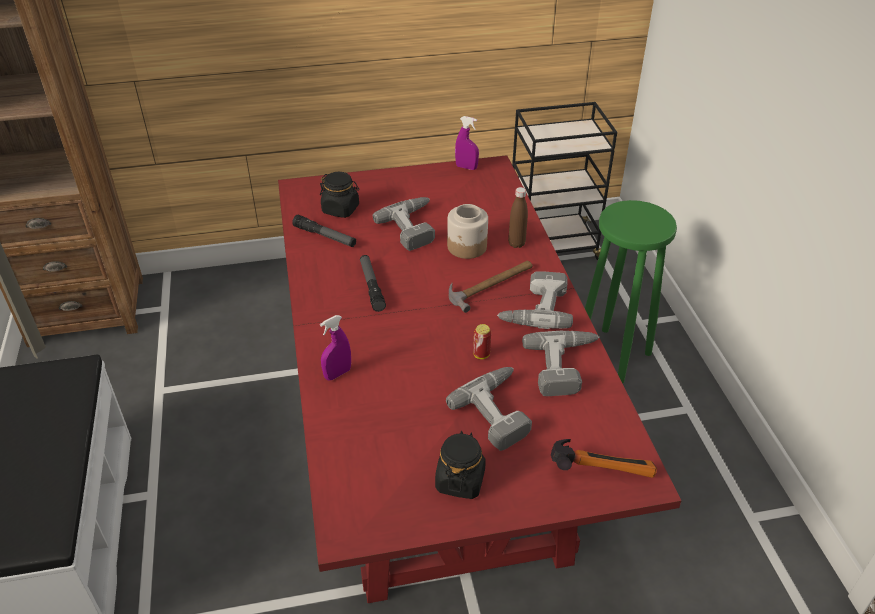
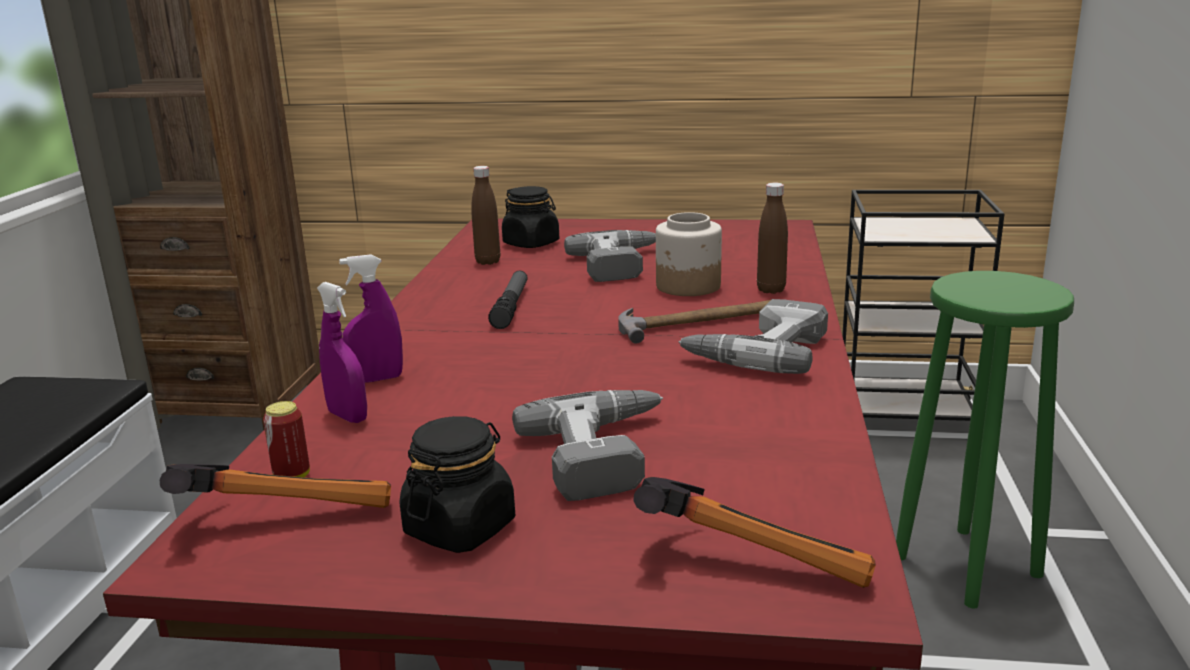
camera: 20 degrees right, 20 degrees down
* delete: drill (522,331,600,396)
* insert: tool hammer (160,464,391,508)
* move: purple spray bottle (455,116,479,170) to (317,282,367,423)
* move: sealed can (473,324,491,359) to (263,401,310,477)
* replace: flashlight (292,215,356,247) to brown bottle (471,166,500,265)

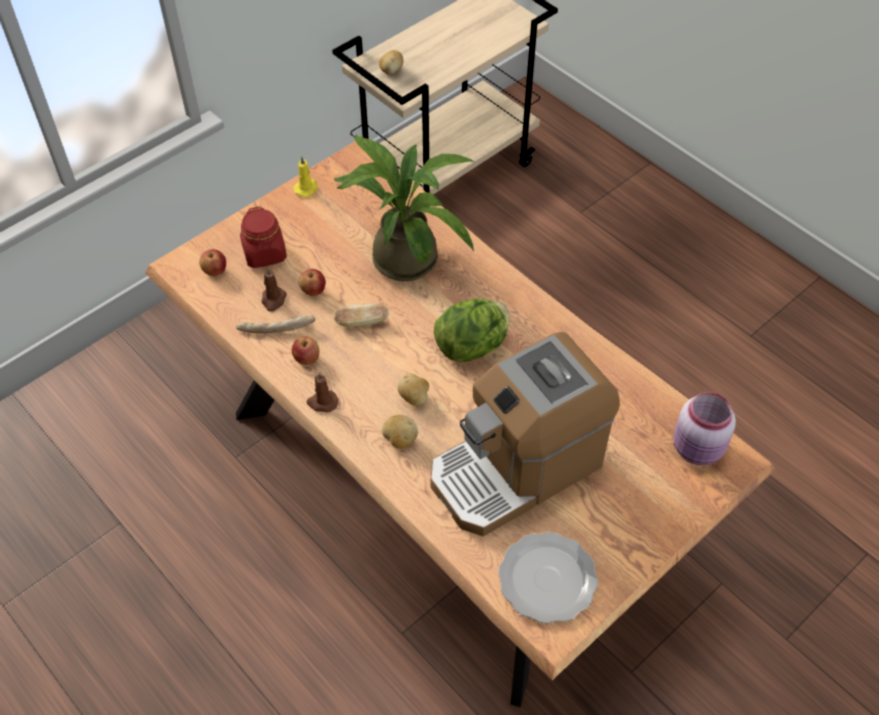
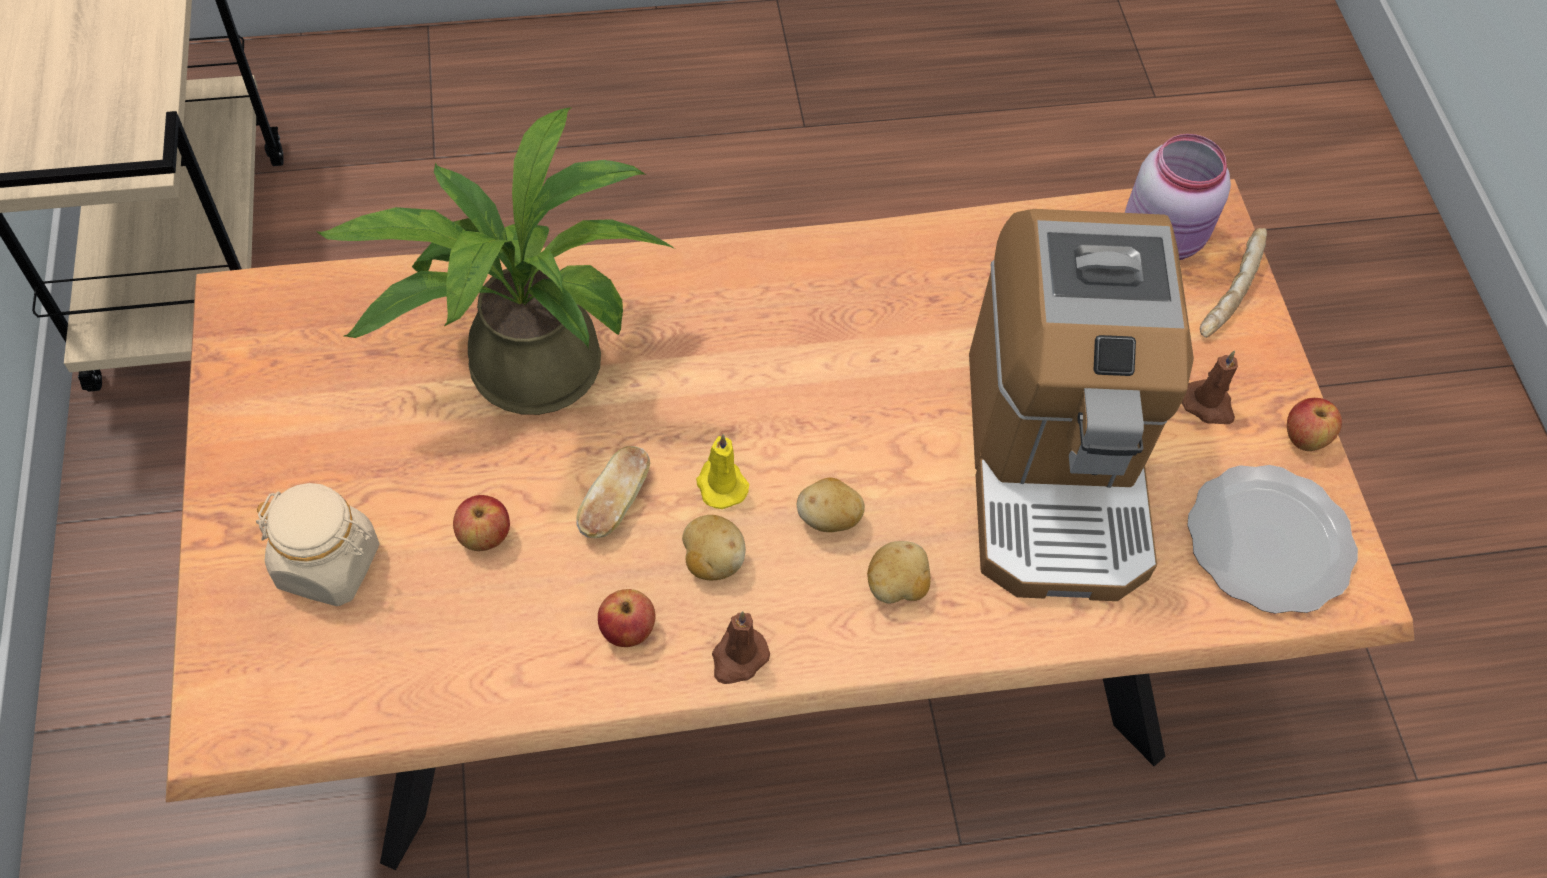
camera: 60 degrees left, 5 degrees up
* delete: lettuce head (434,298,509,362)
* move: apple fruit (199,249,226,276) to (1287,398,1342,451)
* move: bakery bread (236,315,315,333) to (1200,228,1267,338)
* move: brown wax candle (262,268,287,312) to (1182,351,1238,424)
* move: yellow-coloured wax candle (293,157,318,197) to (696,434,750,509)
* move: spud (379,50,403,75) to (682,515,746,581)
* recolor: red jar (240,206,287,268) to sand-coloured jar (256,483,379,606)

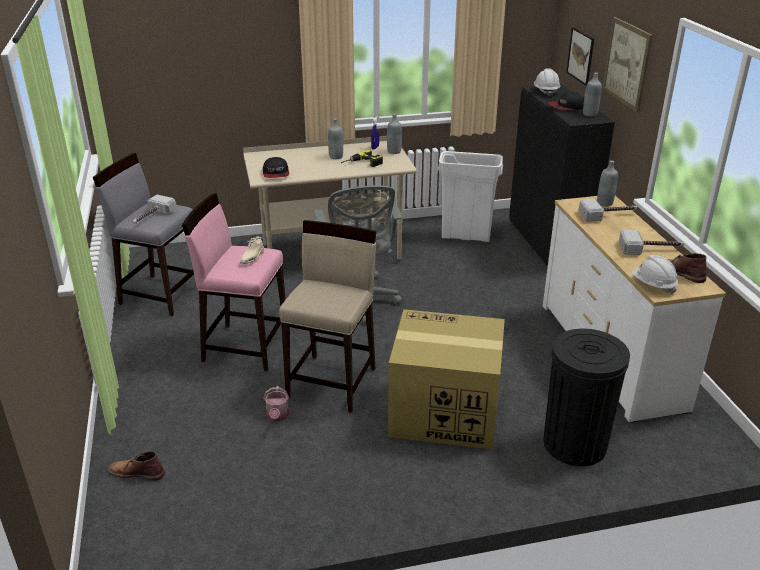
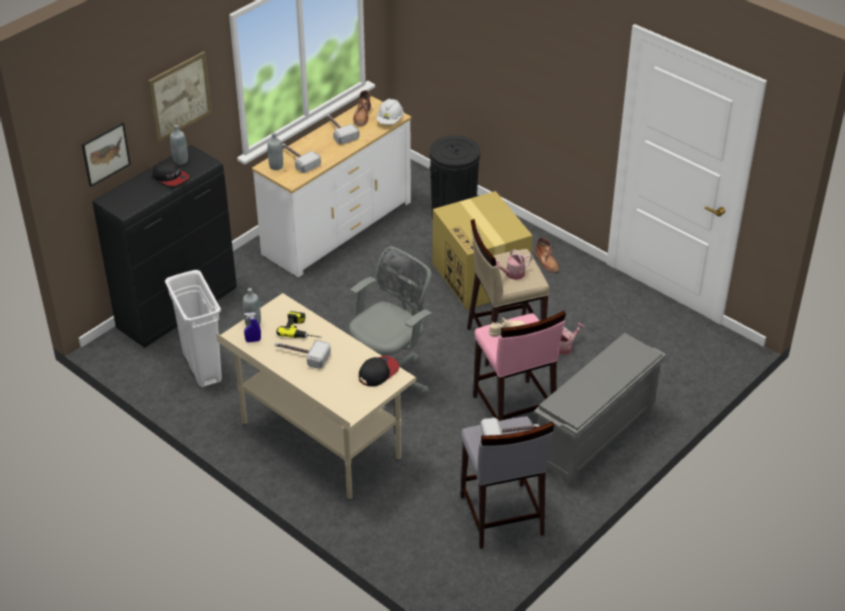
camera: 125 degrees left, 10 degrees up
* delete: whitish hard hat (534,68,560,96)
* insert: watering pot (496,249,532,280)
* insert: gray shoe stand (534,333,666,489)
* move: brown boot (108,451,165,481) to (535,237,560,273)
* replace: gray bottle (328,119,343,159) to tool hammer (275,341,331,369)

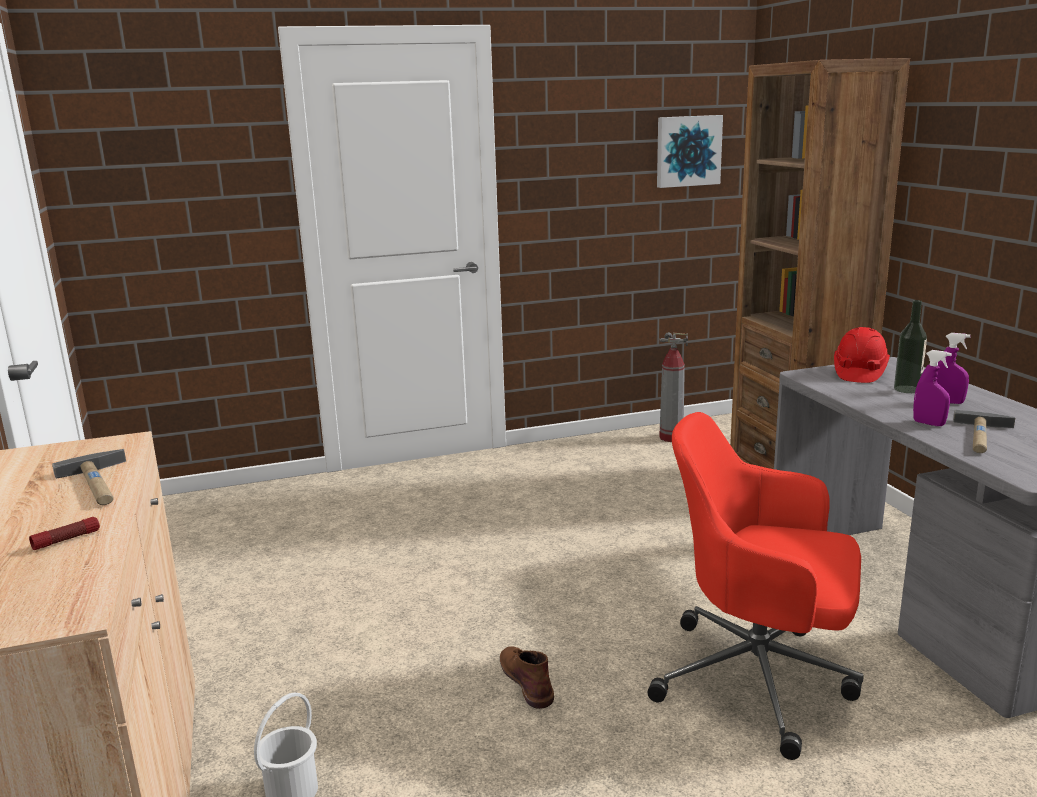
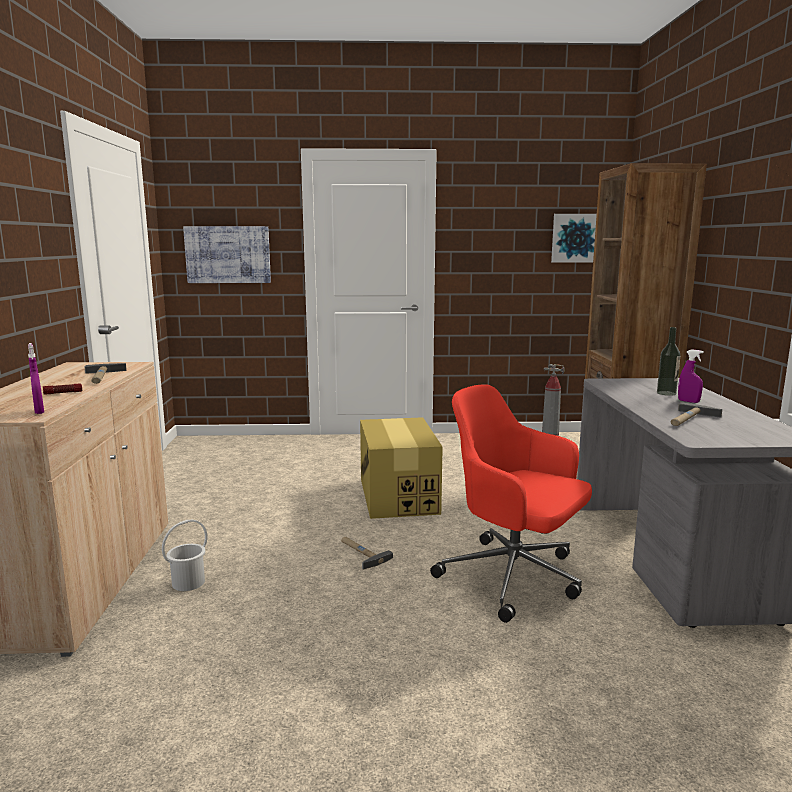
camera: 15 degrees right, 5 degrees down
* delete: red hard hat (834,327,890,383)
* insert: wall art (183,226,271,283)
* insert: packing box (360,417,443,519)
* move: purple spray bottle (913,350,952,426) to (28,343,44,414)
* replace: brown boot (500,646,554,709) to tool hammer (341,537,393,570)

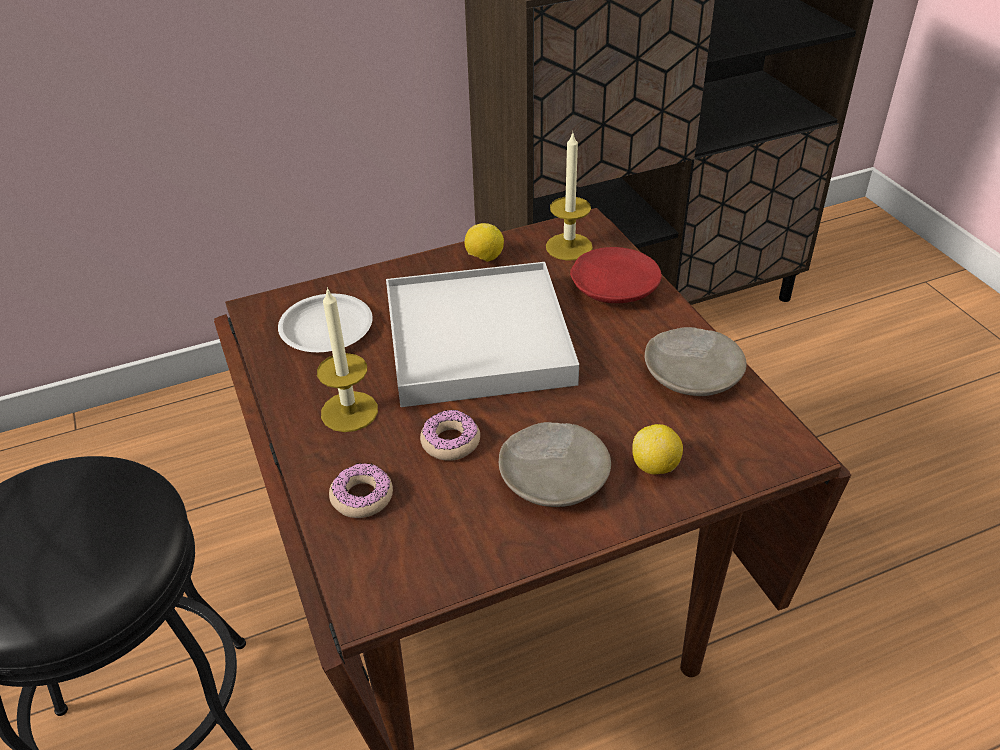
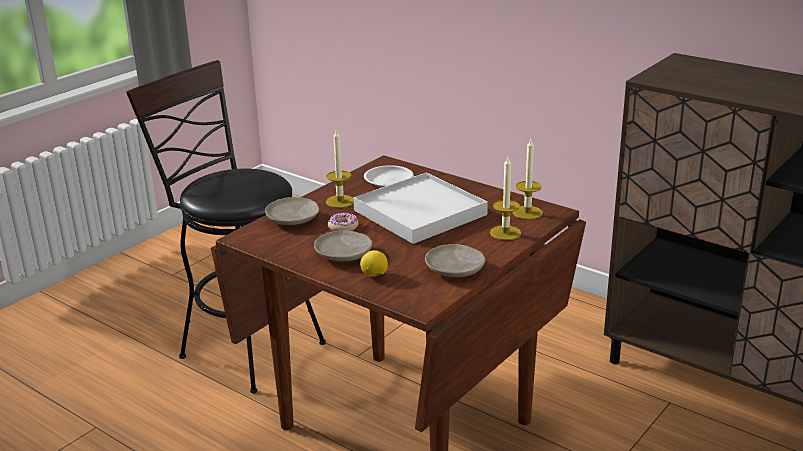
camera: 60 degrees right, 15 degrees down
* delete: lemon (465,223,504,262)
* replace: doughnut (329,463,393,518) to sand-coloured flat dish (265,197,319,225)
* replace: red flat dish (570,247,662,303) to wax candle (490,157,521,240)

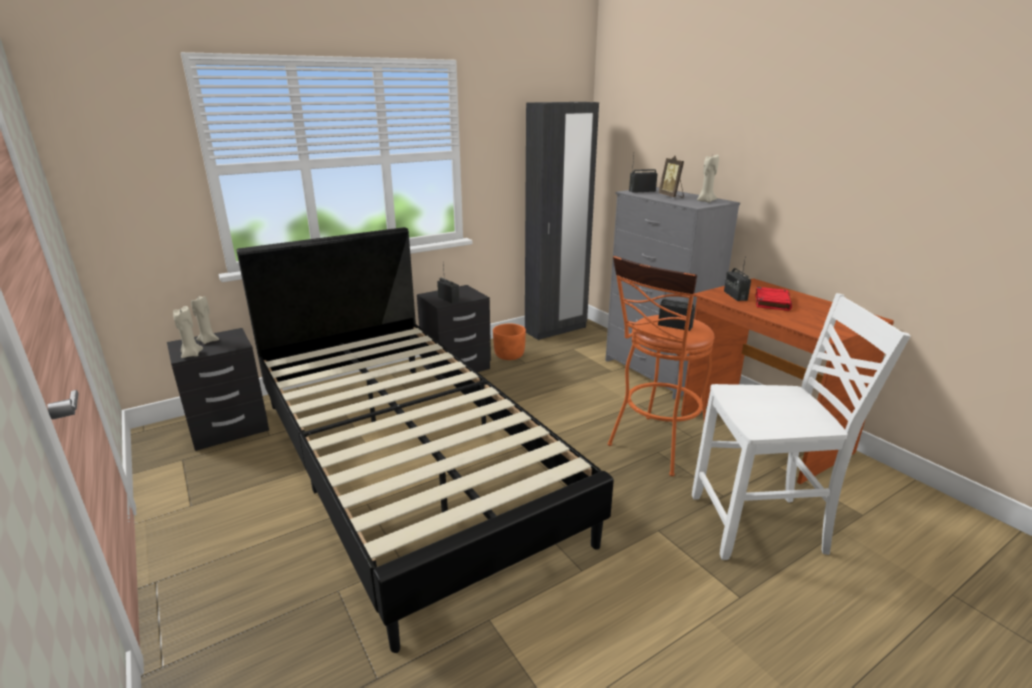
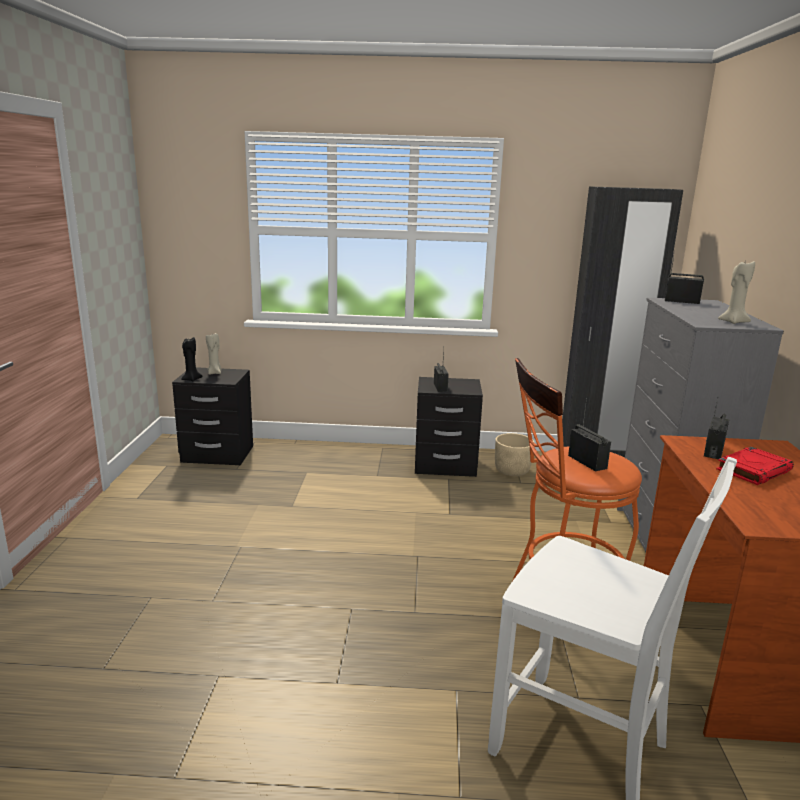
camera: 35 degrees right, 5 degrees down
* delete: black-coloured sleeping bed (236,227,614,653)
* delete: photo frame (658,156,684,197)
* recolor: sand-coloured wax candle (173,306,203,358) to black-coloured wax candle (181,337,202,381)
* recolor: orange-coloured planter (493,324,526,360) to sand-coloured planter (495,433,534,476)

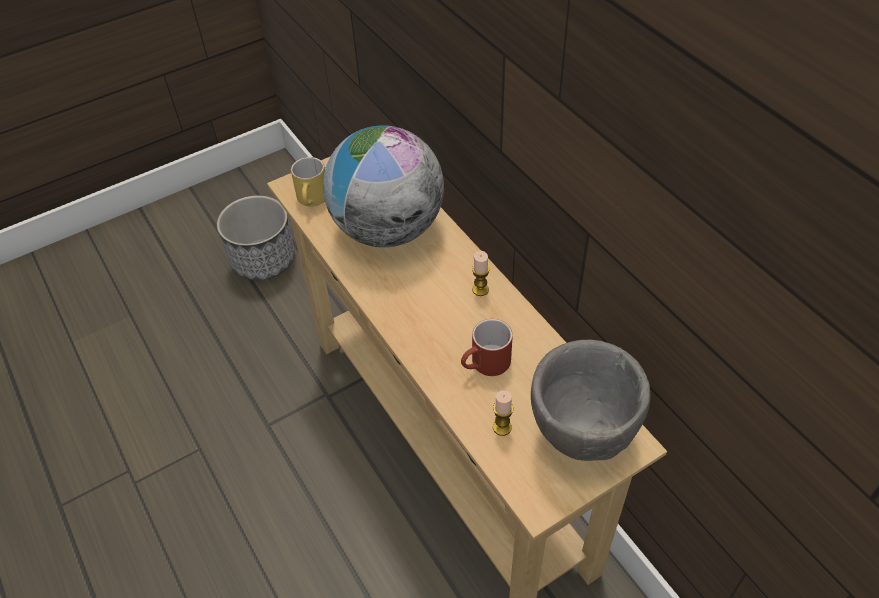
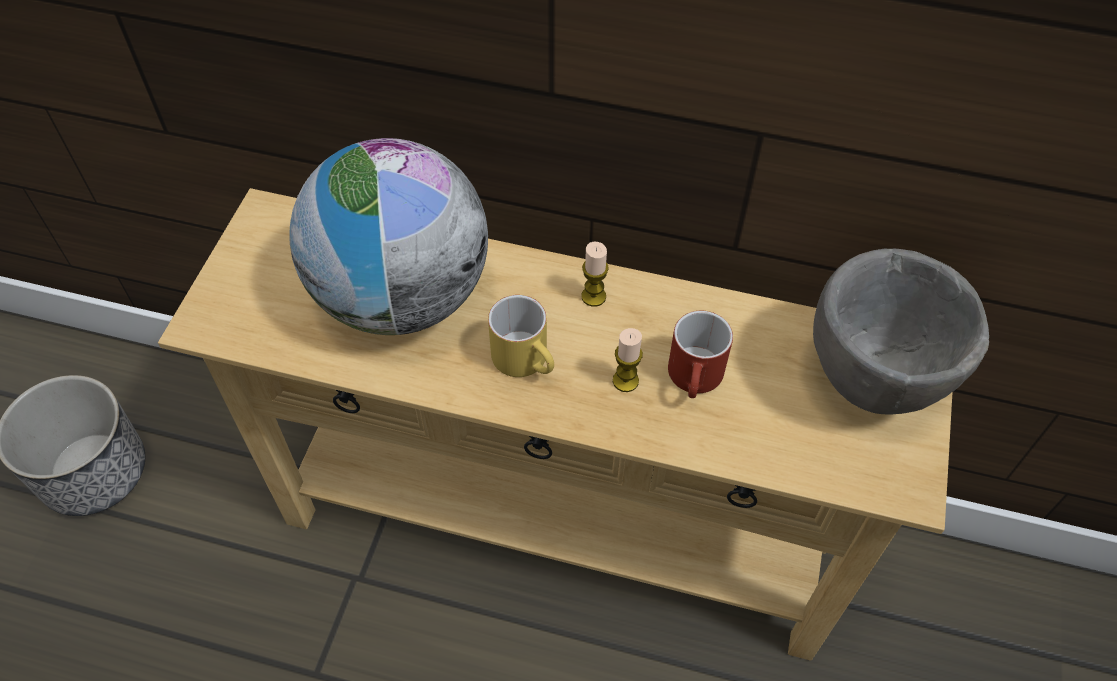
camera: 45 degrees left, 5 degrees up
* move: yellow-coloured coffee mug (291,157,325,206) to (488,295,554,377)
* move: wax candle (493,390,513,436) to (613,328,643,392)

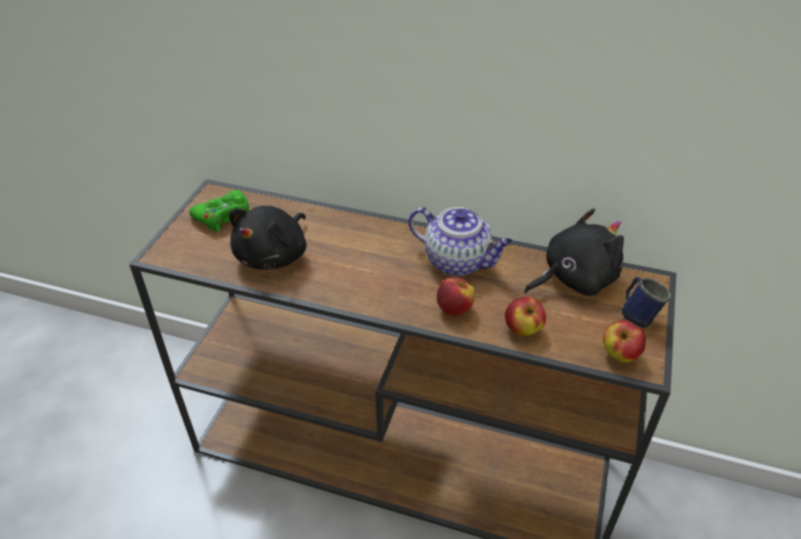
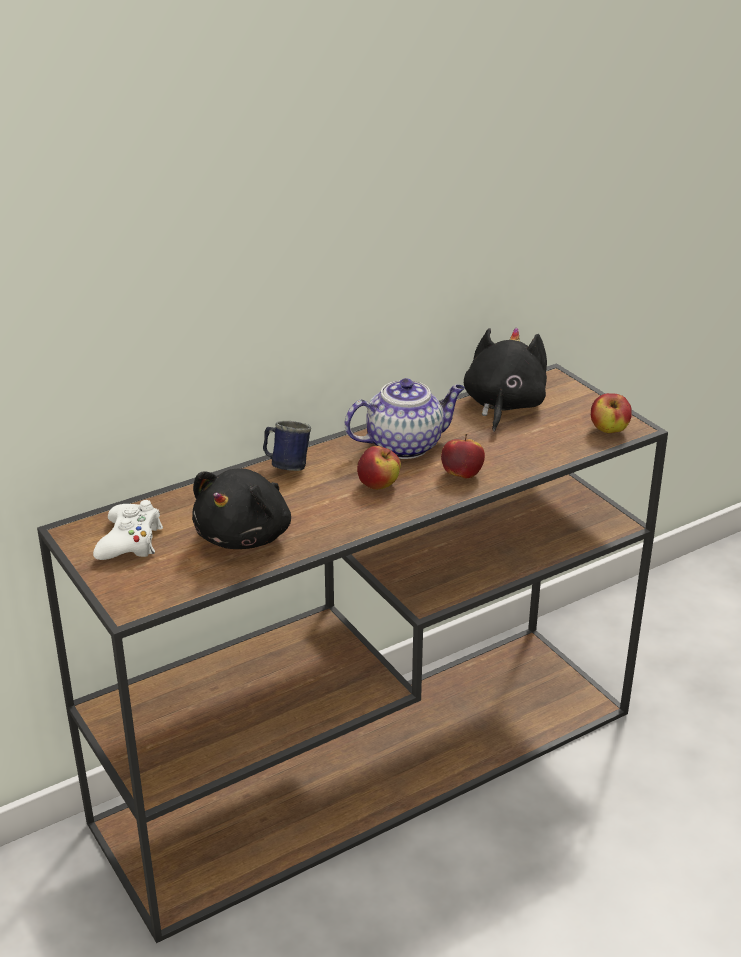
camera: 50 degrees left, 10 degrees down
* move: apple fruit (505,297,546,336) to (357,446,401,490)
* move: blue coffee mug (621,277,671,328) to (263,421,311,471)
* recolor: green-coloured gamepad (189,190,249,232) to whitish gamepad (93,500,163,560)
* rotate: black-coloured soft toy (229,206,306,270) = (192,468,291,549) 45 degrees clockwise

